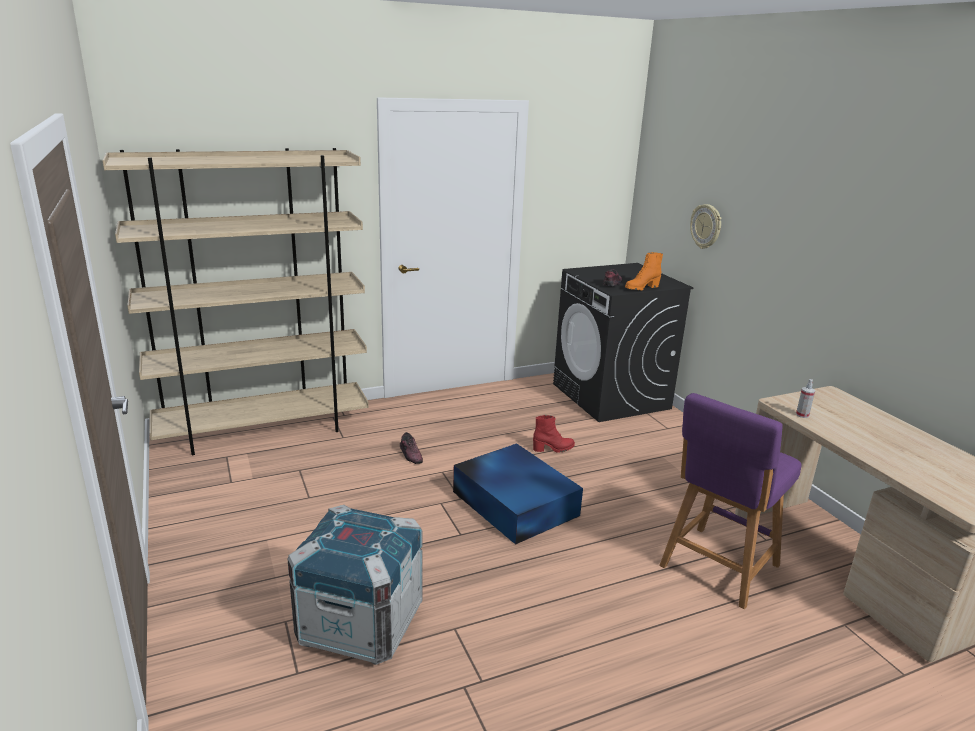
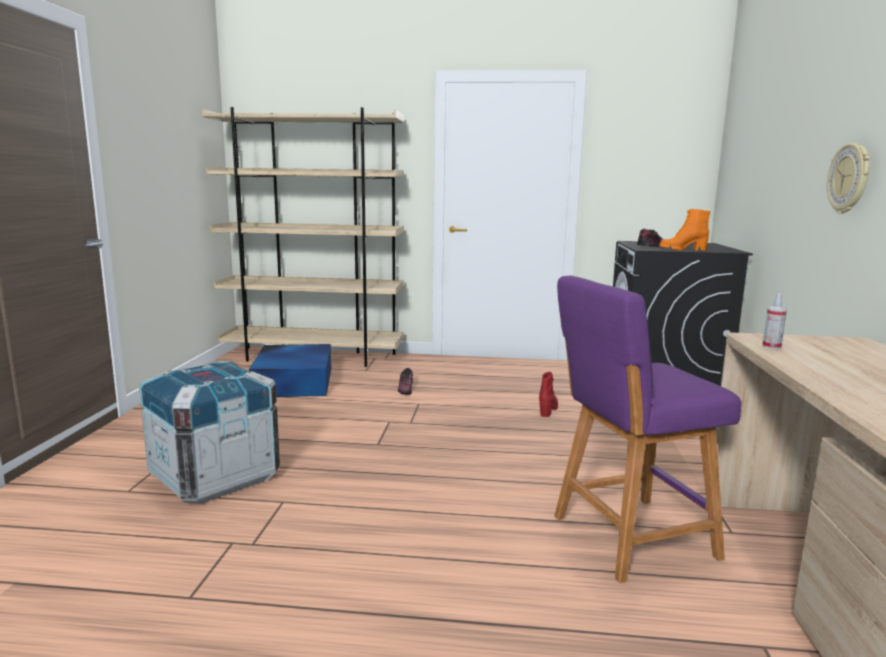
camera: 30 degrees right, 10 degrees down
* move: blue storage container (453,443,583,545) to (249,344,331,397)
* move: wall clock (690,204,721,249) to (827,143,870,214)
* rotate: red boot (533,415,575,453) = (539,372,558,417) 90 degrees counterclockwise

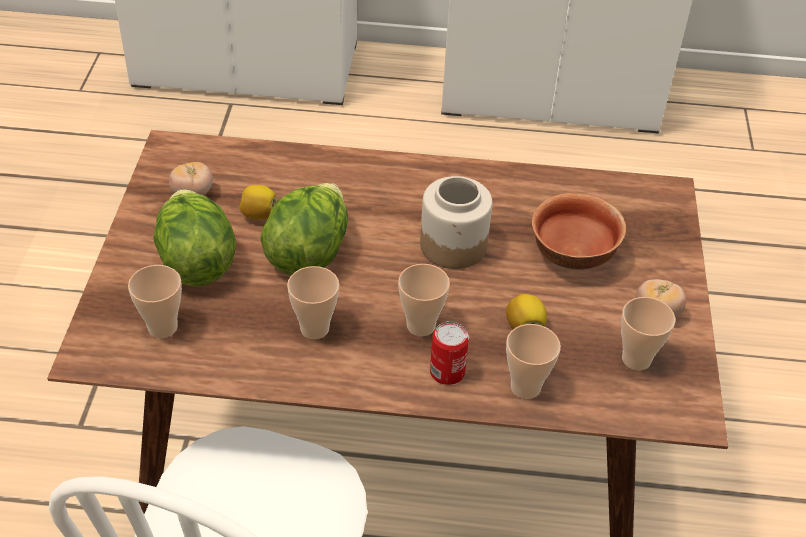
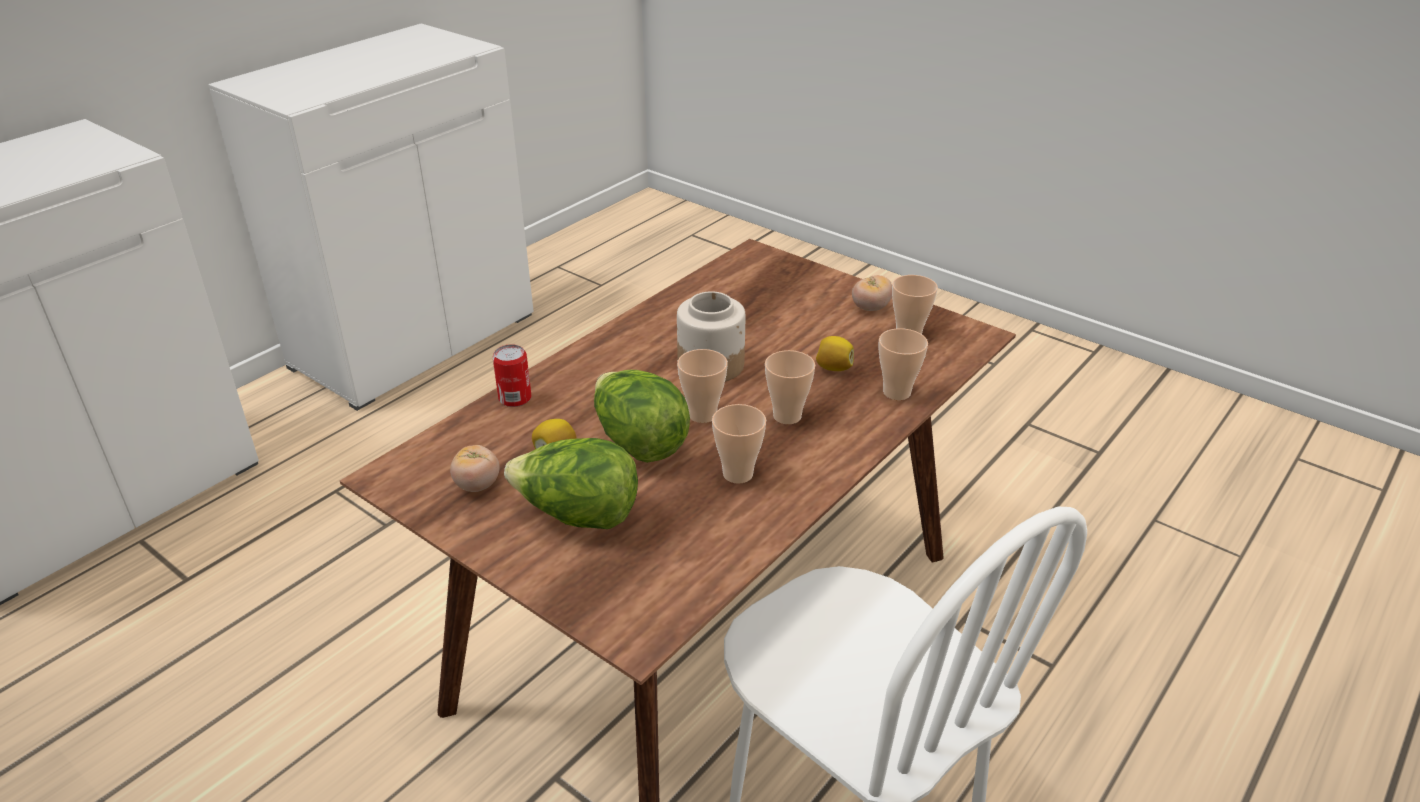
camera: 55 degrees left, 10 degrees down
* delete: serving bowl (531,193,626,269)
* move: small cup (128,265,182,338) to (677,349,728,423)
* move: sealed can (430,321,469,385) to (493,344,532,407)

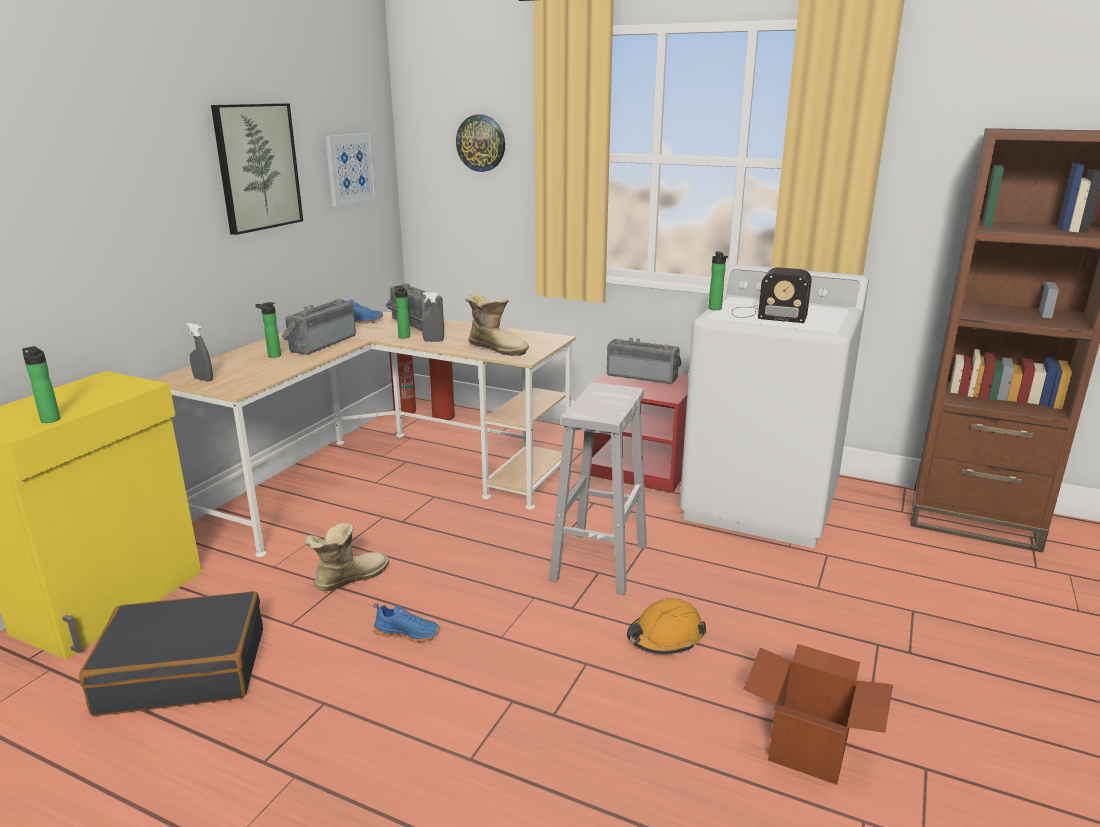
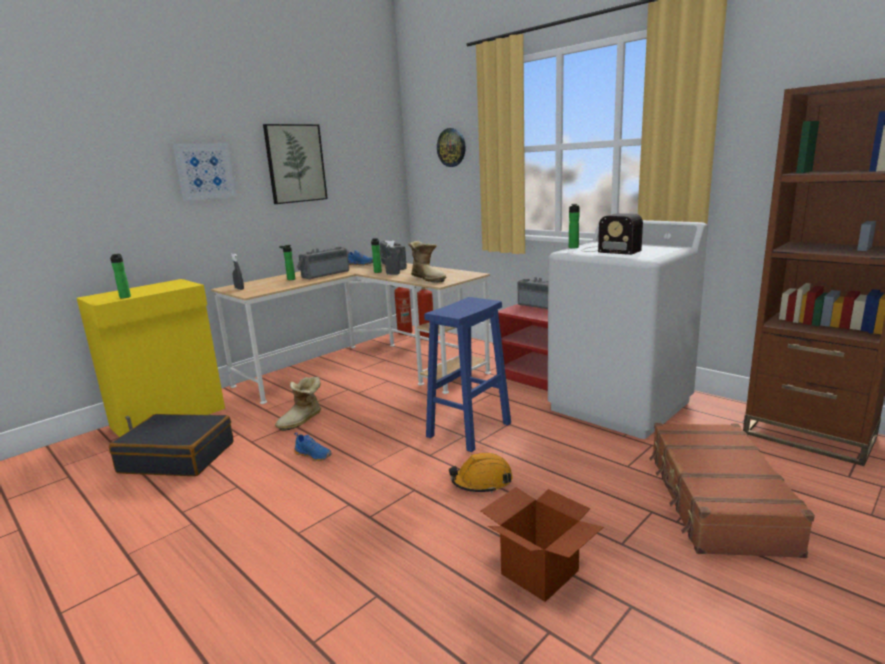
camera: 20 degrees right, 5 degrees down
* insert: brown suitcase (649,423,815,558)
* move: wall art (325,133,377,207) to (173,143,236,201)
* recolor: whitish stool (549,382,647,595) to blue stool (424,297,511,452)
* rotate: boot (304,523,389,591) = (275,377,321,431) 150 degrees clockwise

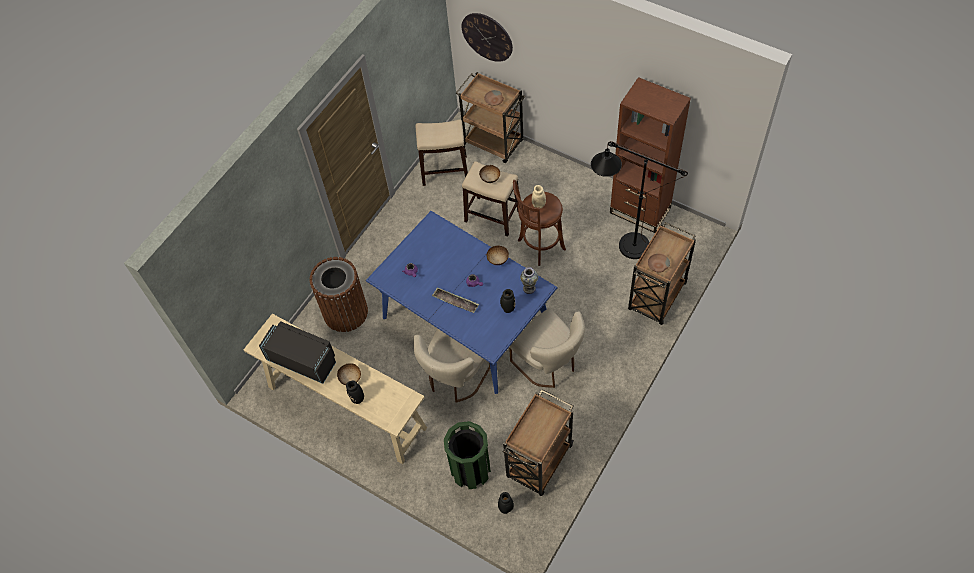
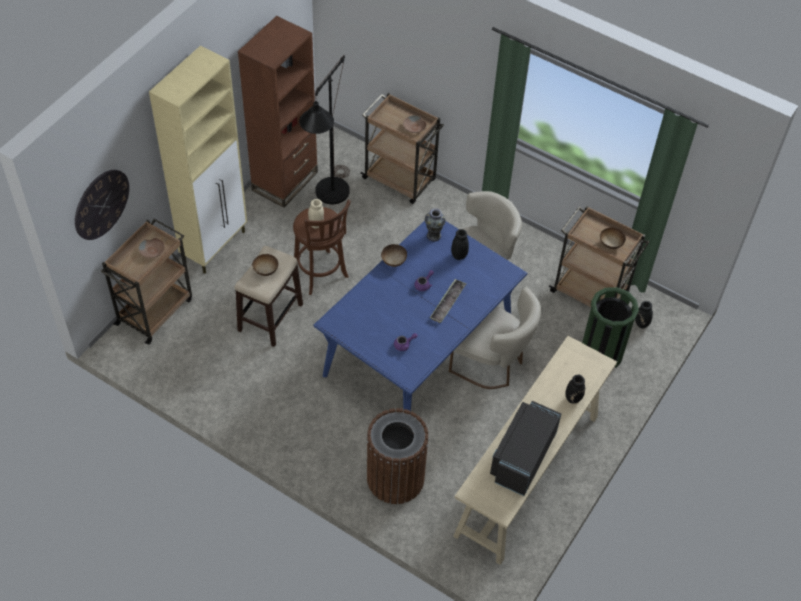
camera: 95 degrees left, 5 degrees down
* delete: stool (416,120,468,186)
* insert: sand-coloured storage cabinet (149,46,247,274)
* move: serving bowl (337,363,361,385) to (600,228,626,249)

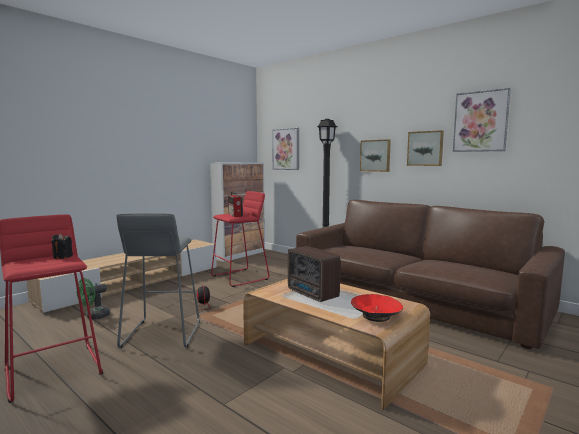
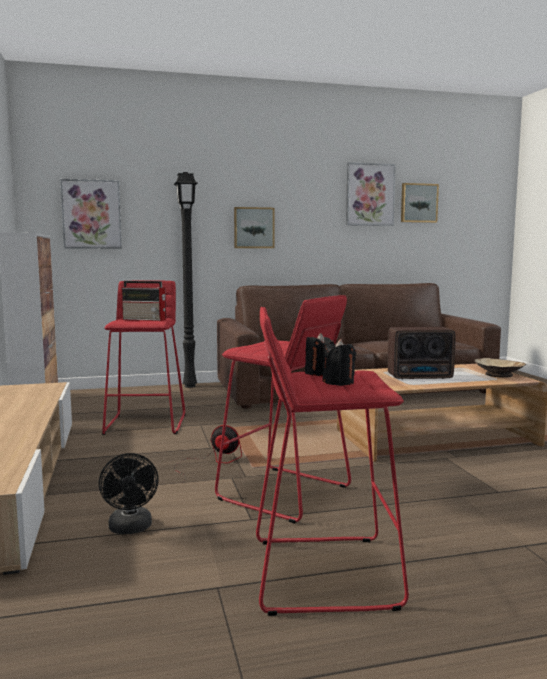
camera: 55 degrees left, 0 degrees up
* insert: black-coloured wax candle (323,339,356,386)
* move: wall art (407,130,444,166) to (401,183,439,223)
* recolor: green-coloured electric fan (76,278,110,319) to black-coloured electric fan (99,453,159,534)
* recolor: gray stool (116,213,200,348) to red stool (215,295,351,524)
* recolor: red serving bowl (351,294,403,322) to sand-coloured serving bowl (474,358,526,378)

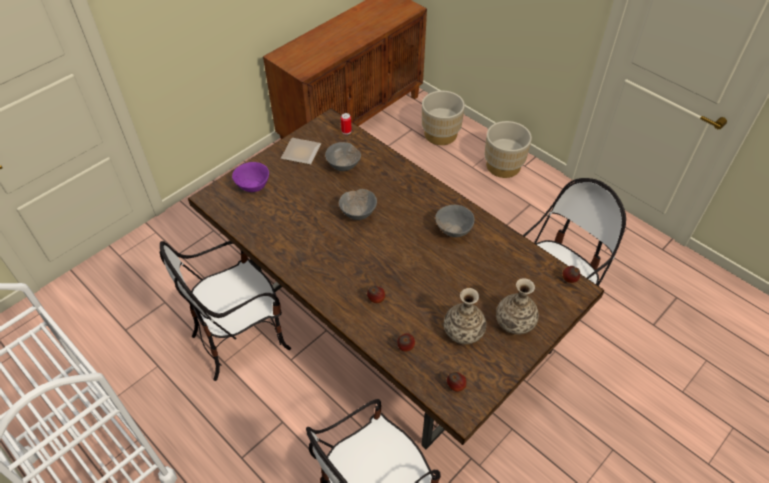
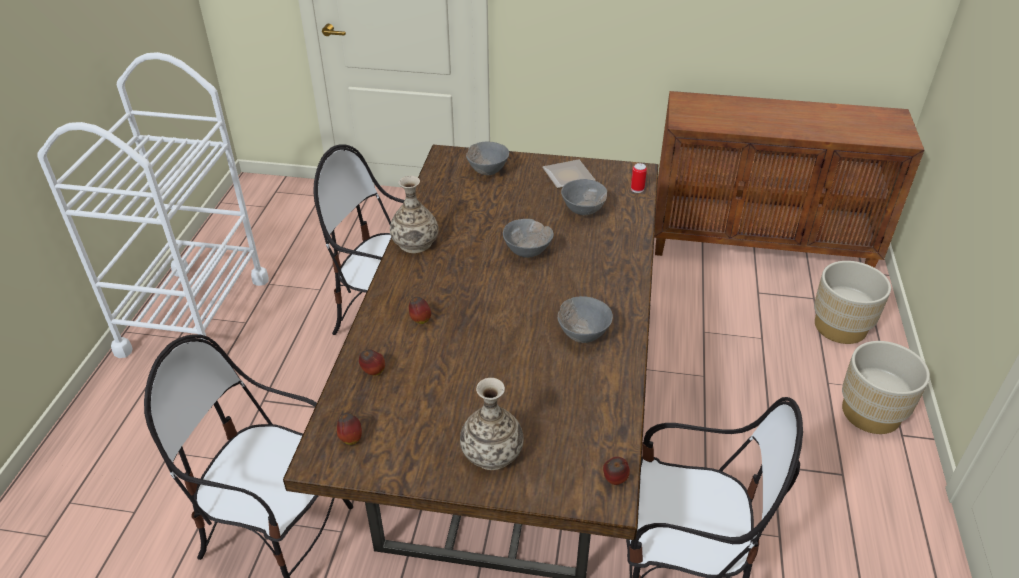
camera: 55 degrees right, 10 degrees down
* move: decorative vase (444,288,486,344) to (390,176,438,253)
* recolor: purple serving bowl (232,162,269,192) to gray serving bowl (466,142,509,175)

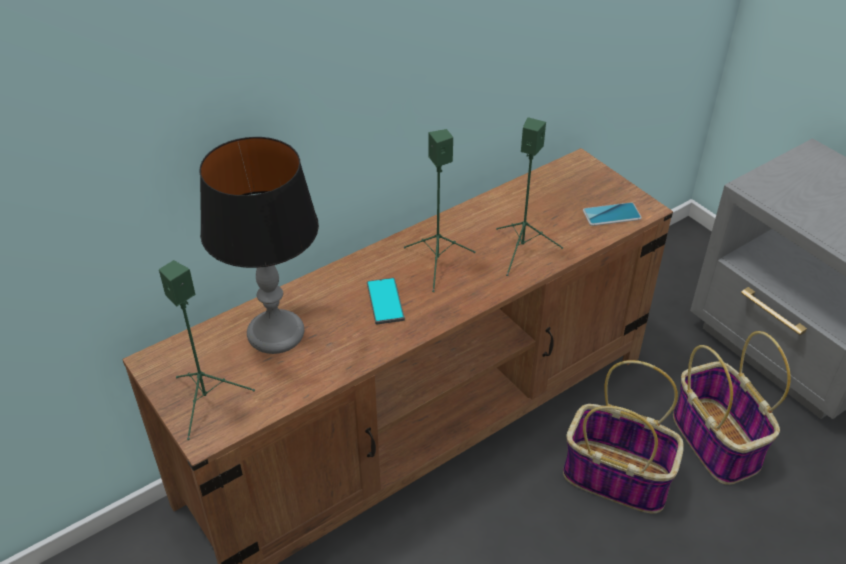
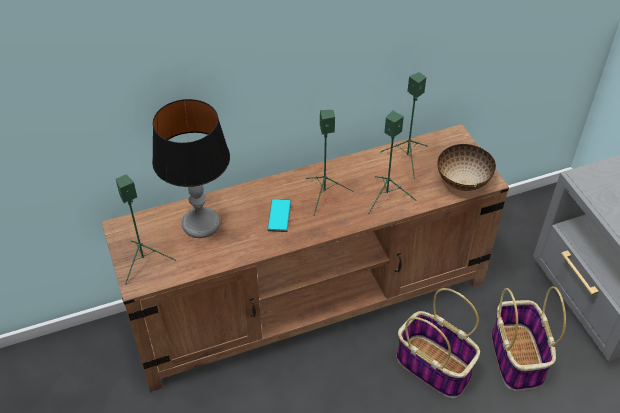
camera: 15 degrees right, 5 degrees up
* insert: green-coloured audio speaker (380,72,428,179)
* replace: handset (583,202,642,226) to serving bowl (437,144,496,191)

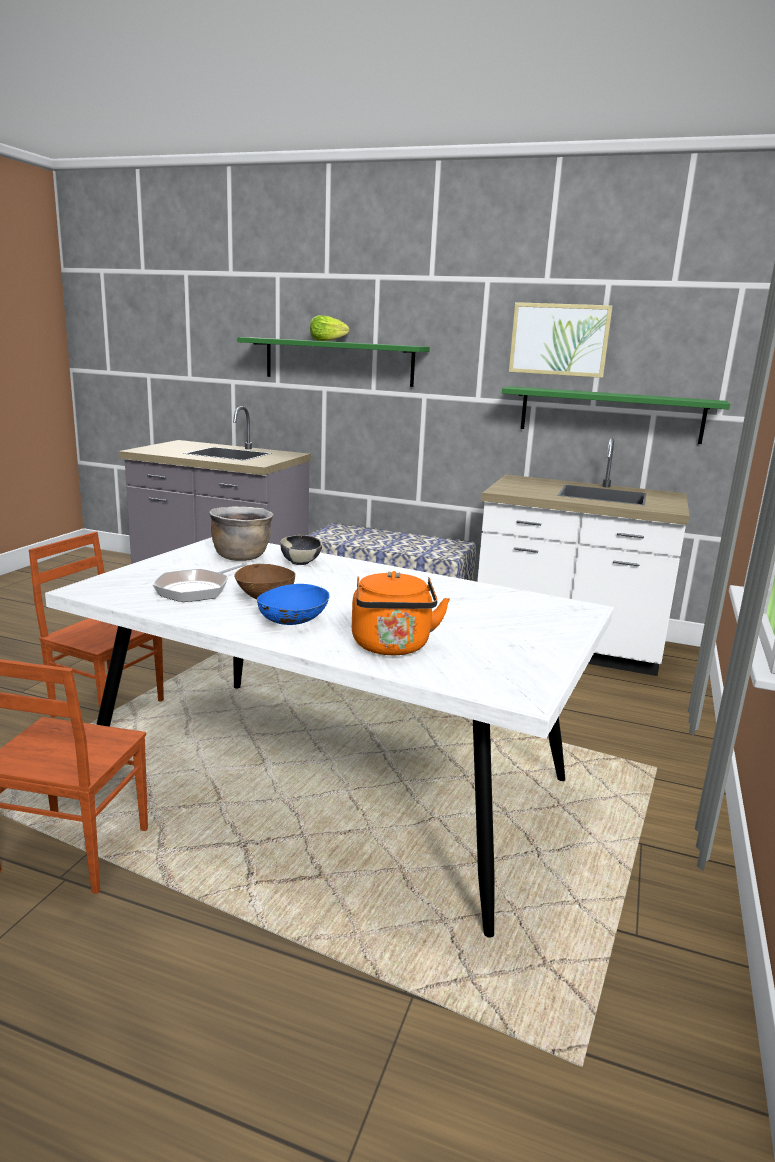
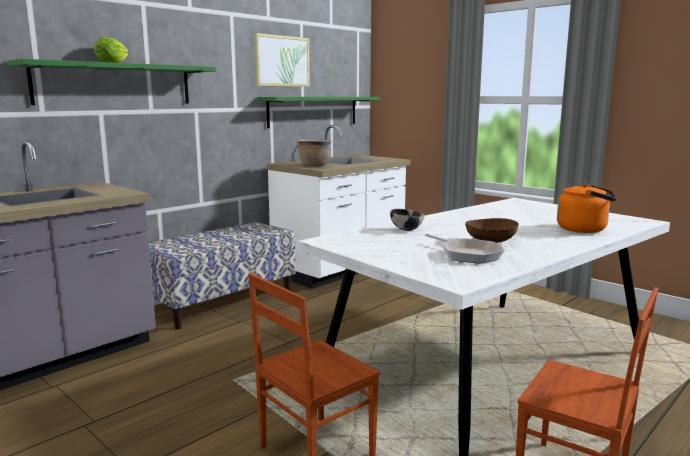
camera: 65 degrees left, 5 degrees down
* delete: blue serving bowl (257,584,330,625)
* move: brown cooking pot (209,506,273,561) to (297,140,331,166)

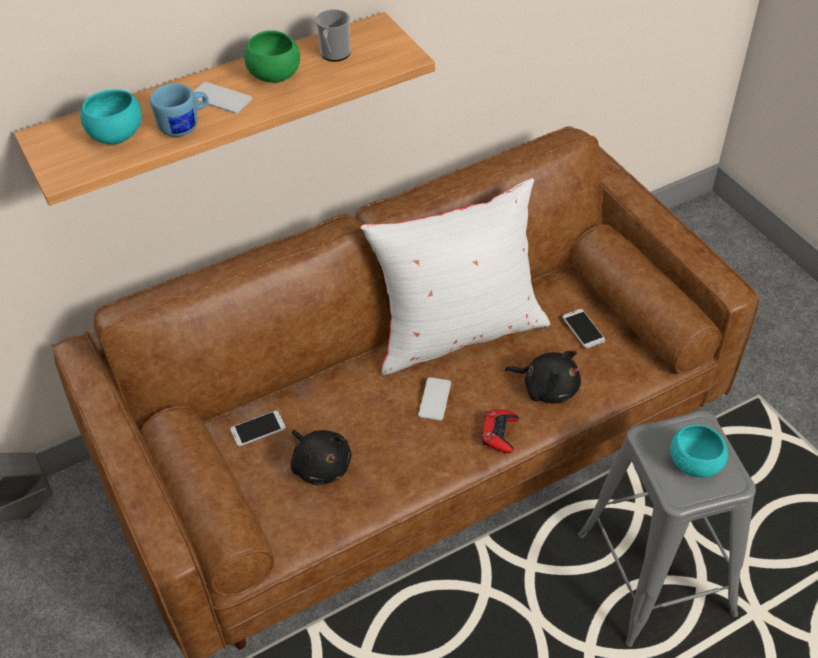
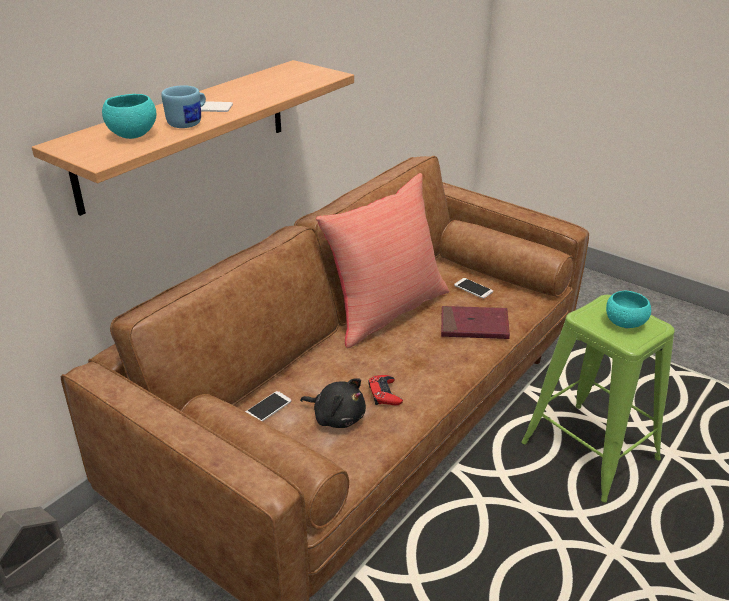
camera: 25 degrees left, 15 degrees down
* delete: green-coloured serving bowl (244,30,300,82)
* delete: coffee mug (316,9,351,62)
* delete: handset (418,377,451,421)
* move: red gamepad (482,409,519,453) to (368,375,403,405)
* replace: black-coloured soft toy (505,351,581,404) to red book (441,306,510,339)
* recolor: whitish throw pillow (360,178,550,375) to red throw pillow (316,173,449,348)
* recolor: gray stool (578,410,756,647) to green-coloured stool (521,295,674,503)

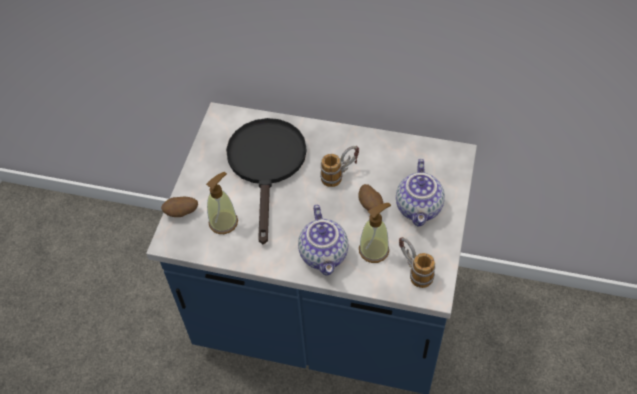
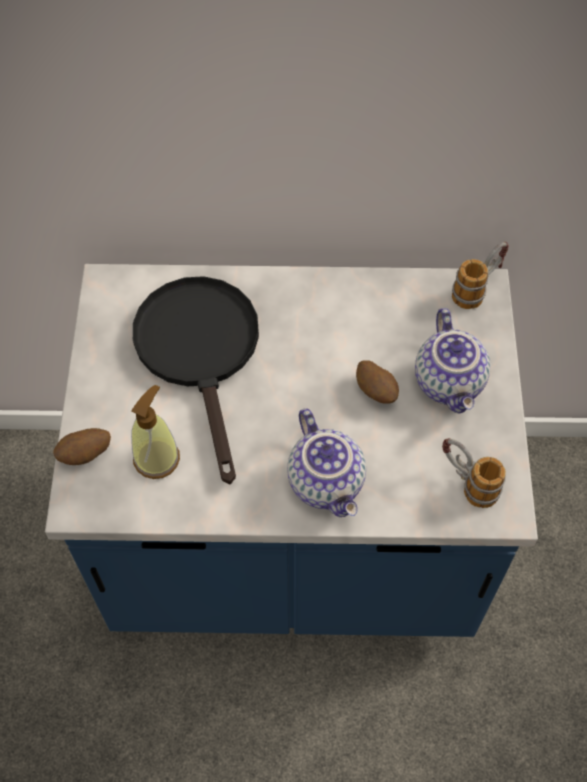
camera: 15 degrees left, 5 degrees up
* delete: soap dispenser (359,203,391,263)
* move: coffee mug (320,146,359,187) to (452,242,509,309)

